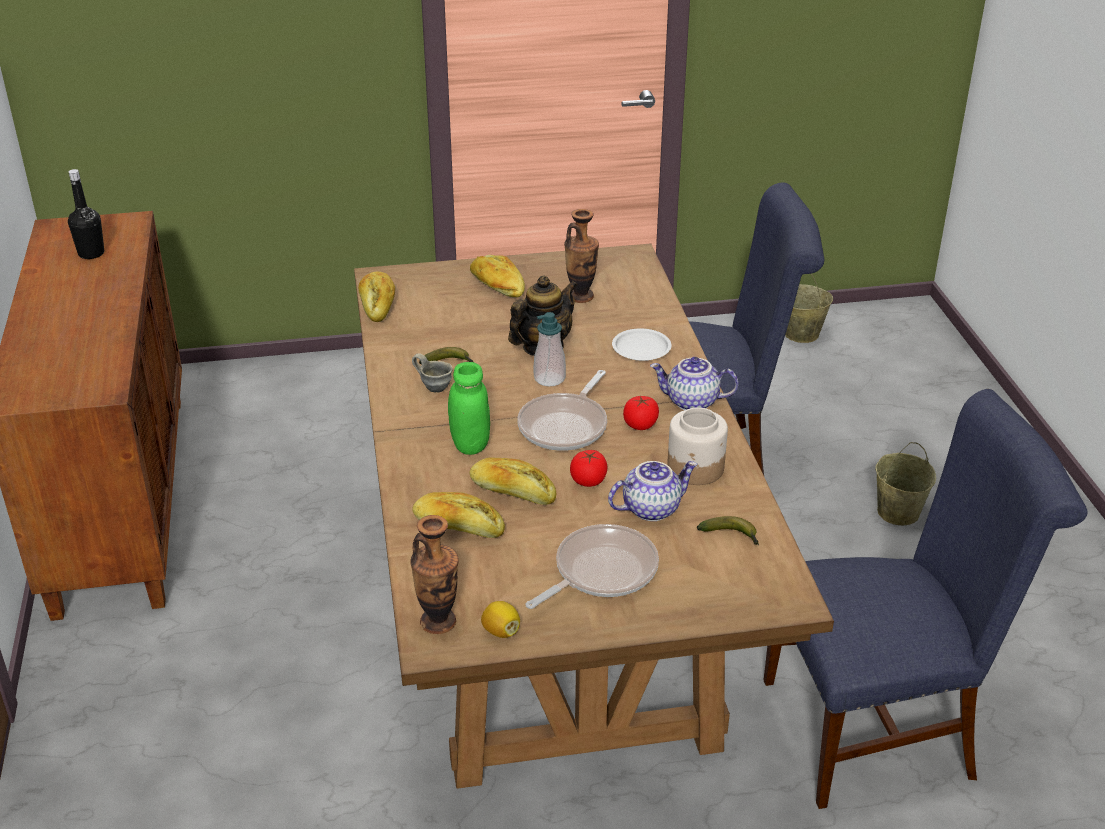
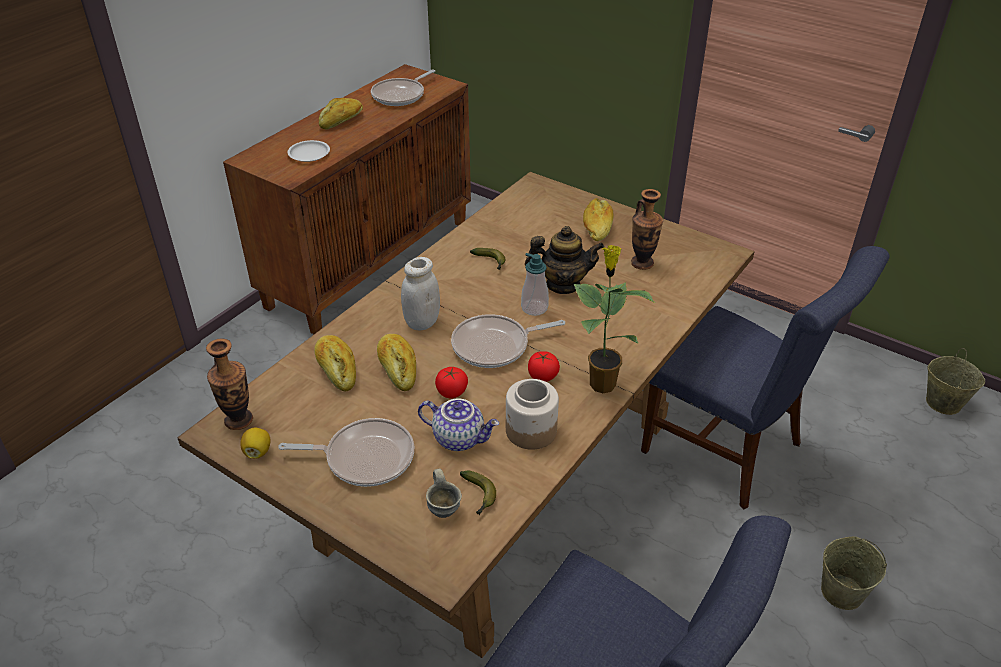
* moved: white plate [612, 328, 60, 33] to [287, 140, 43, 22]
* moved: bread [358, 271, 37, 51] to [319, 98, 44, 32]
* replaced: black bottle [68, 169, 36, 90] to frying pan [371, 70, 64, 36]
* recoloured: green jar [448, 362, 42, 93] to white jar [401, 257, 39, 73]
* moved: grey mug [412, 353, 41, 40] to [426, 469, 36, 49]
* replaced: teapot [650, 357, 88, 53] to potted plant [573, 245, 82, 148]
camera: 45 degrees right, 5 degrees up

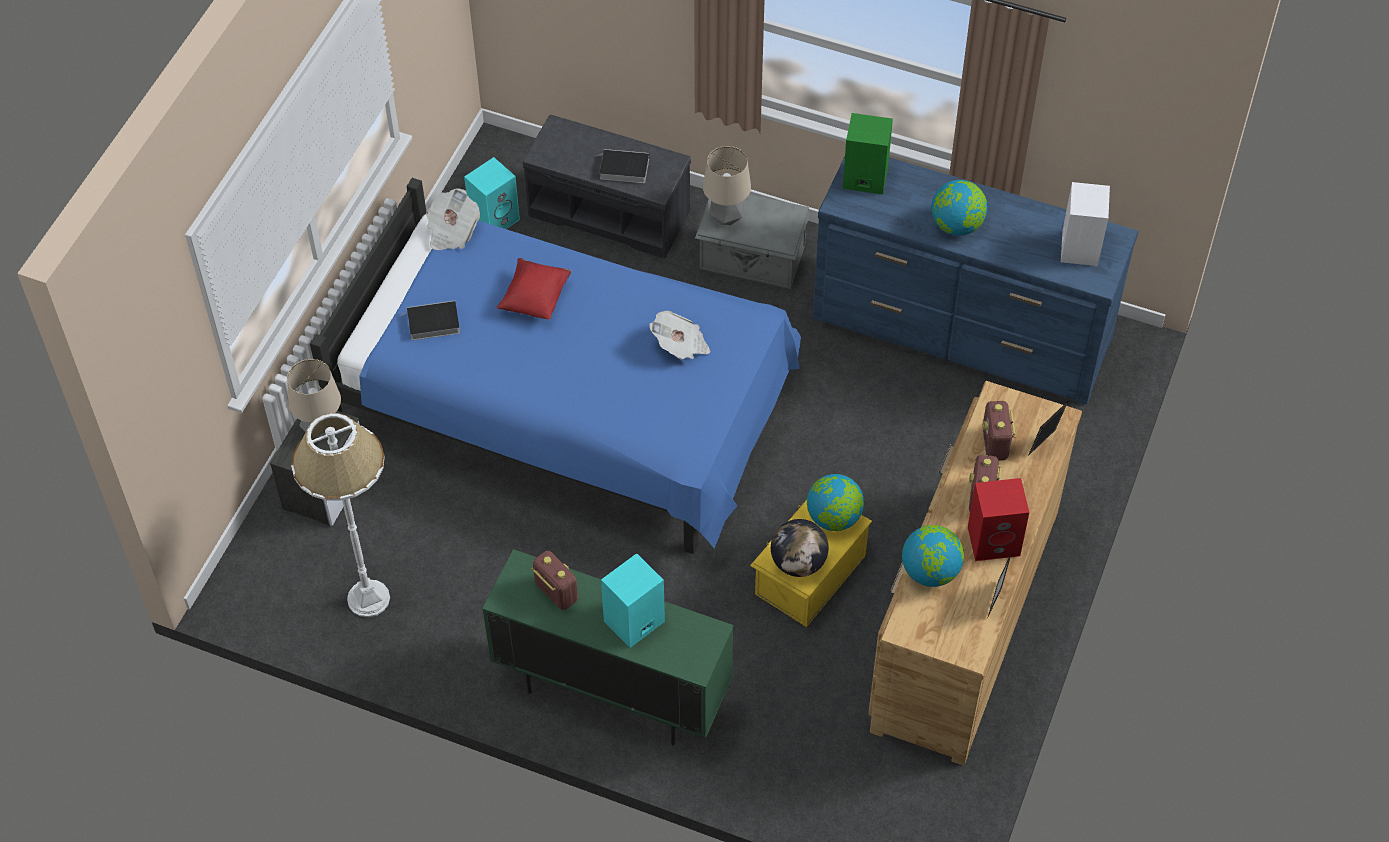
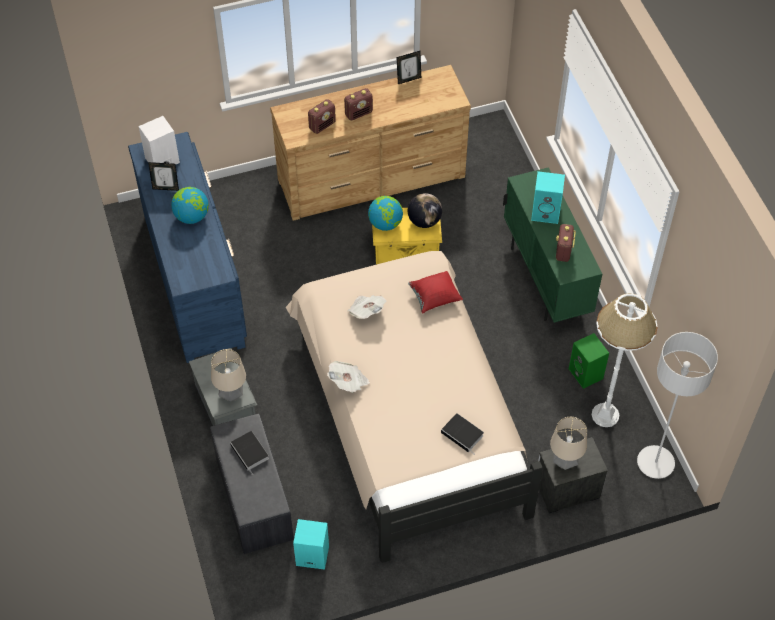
* moved: picture frame [1028, 400, 41, 56] to [148, 162, 31, 29]
* recoloured: blue bed [310, 178, 491, 376] to beige bed [286, 251, 257, 312]
* moved: newspaper [426, 188, 54, 62] to [327, 361, 43, 32]
* moved: red pillow [497, 258, 74, 62] to [408, 271, 55, 42]
* moved: green speaker [843, 113, 50, 81] to [569, 333, 40, 56]
* added: grey floor lamp [637, 332, 81, 147]
* removed: globe [902, 525, 62, 62]
* removed: red speaker [968, 478, 61, 83]
camera: 130 degrees left, 0 degrees up

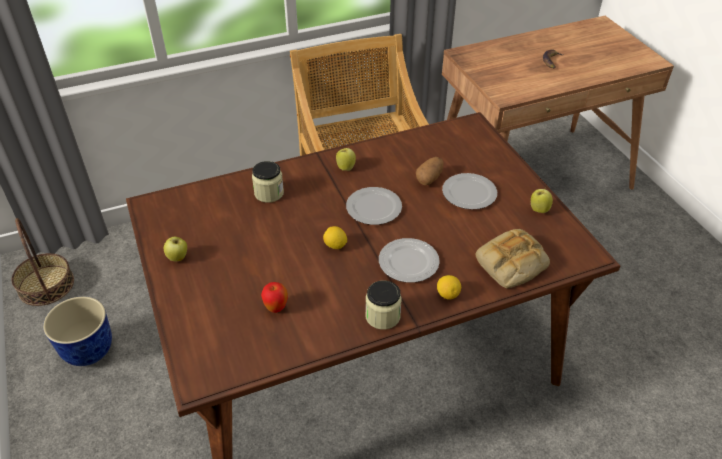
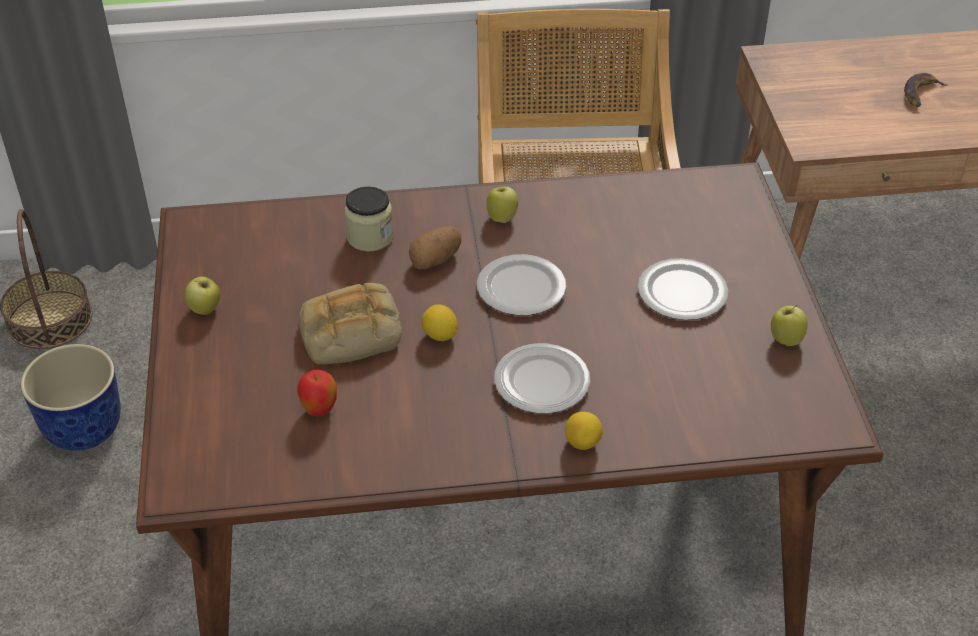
* moved: bread [475, 229, 75, 59] to [299, 283, 103, 81]
* moved: potato [416, 157, 28, 28] to [409, 226, 52, 43]
* removed: jar [366, 280, 36, 50]
camera: 15 degrees right, 0 degrees up

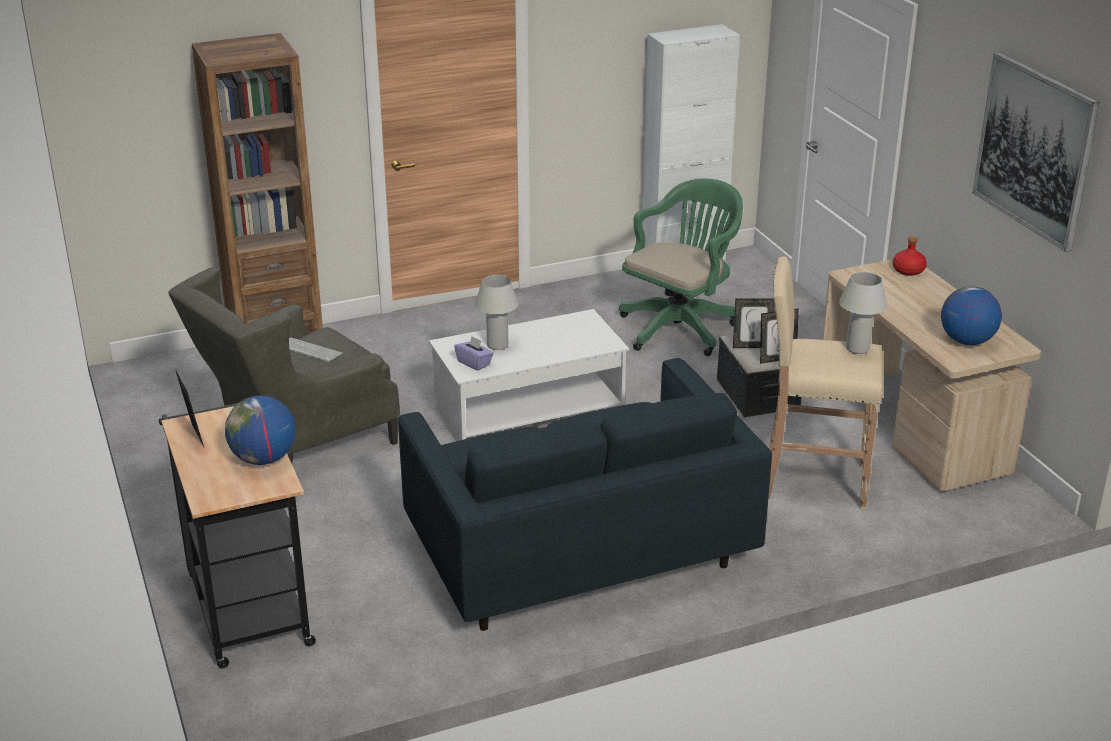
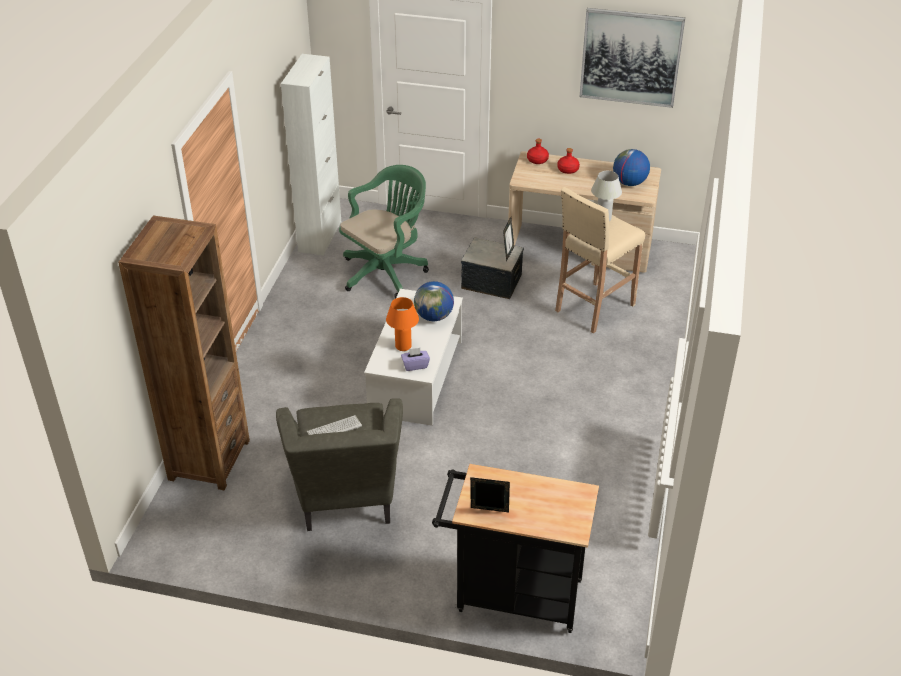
* turned: green office chair [619, 178, 124, 178] = [339, 165, 90, 134] 60 degrees clockwise
* recoloured: white table lamp [475, 275, 44, 75] to orange table lamp [386, 297, 33, 54]
* moved: globe [225, 396, 70, 69] to [414, 281, 40, 40]
* added: red bottle [557, 148, 23, 26]
* removed: blue sofa [398, 358, 374, 273]
* removed: picture frame [733, 299, 42, 49]
camera: 55 degrees left, 10 degrees up

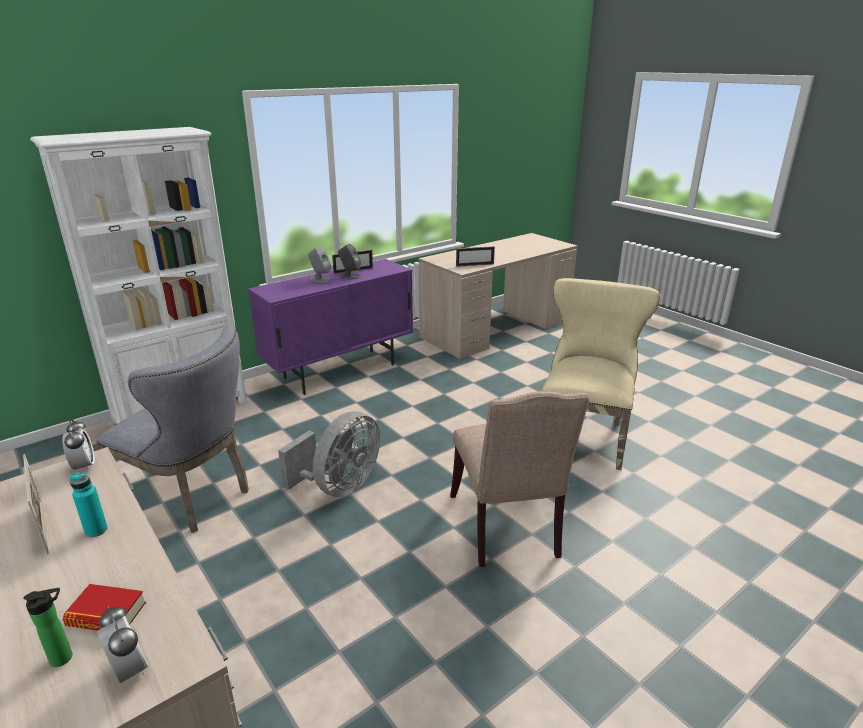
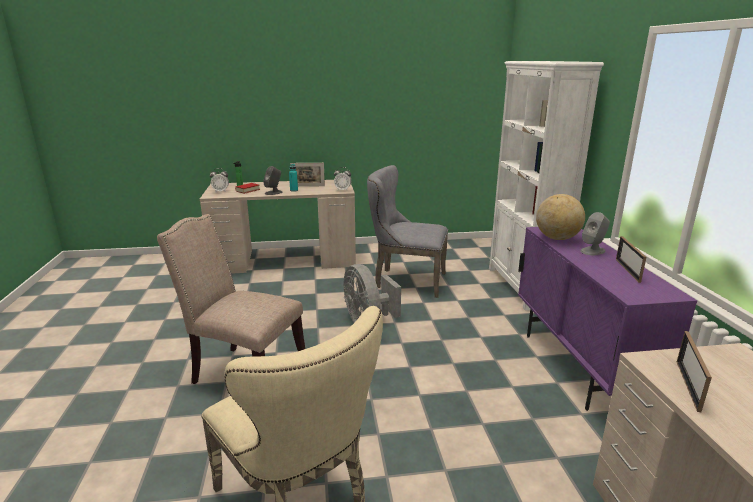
* moved: grey speaker [338, 244, 24, 35] to [263, 166, 20, 29]
* turned: grey chair [96, 327, 153, 206] = [367, 165, 81, 133] 45 degrees clockwise
* added: globe [536, 194, 49, 46]
camera: 120 degrees right, 5 degrees down

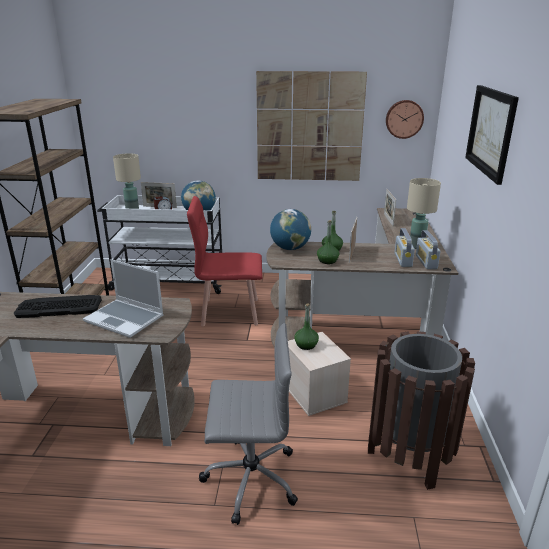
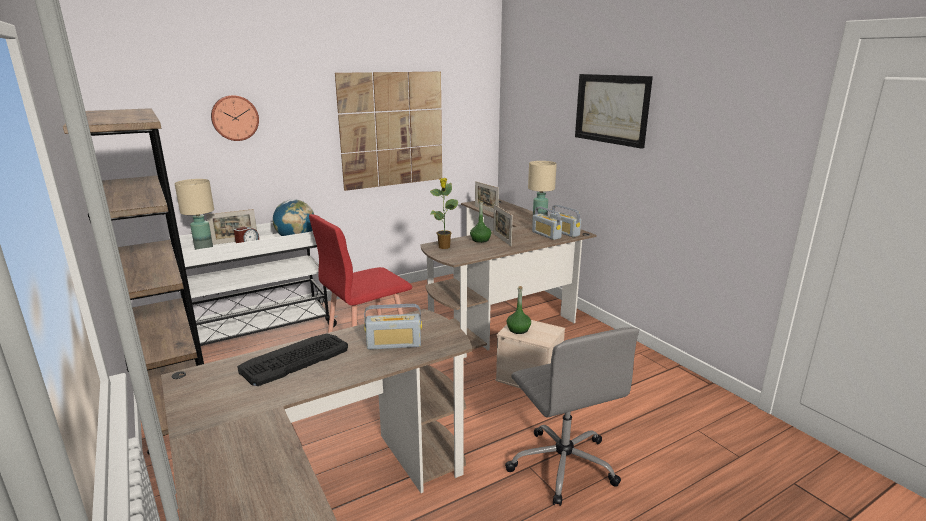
* moved: wall clock [386, 100, 38, 39] to [211, 95, 48, 46]
* replaced: laptop [83, 259, 81, 79] to radio [364, 304, 58, 46]
* replaced: globe [270, 209, 41, 41] to potted plant [430, 178, 28, 71]
* turned: grey office chair [199, 323, 99, 202] = [505, 327, 134, 179] 105 degrees clockwise
* removed: green bottle [317, 220, 22, 44]
* removed: brown trash can [368, 331, 107, 159]
camera: 35 degrees left, 5 degrees down

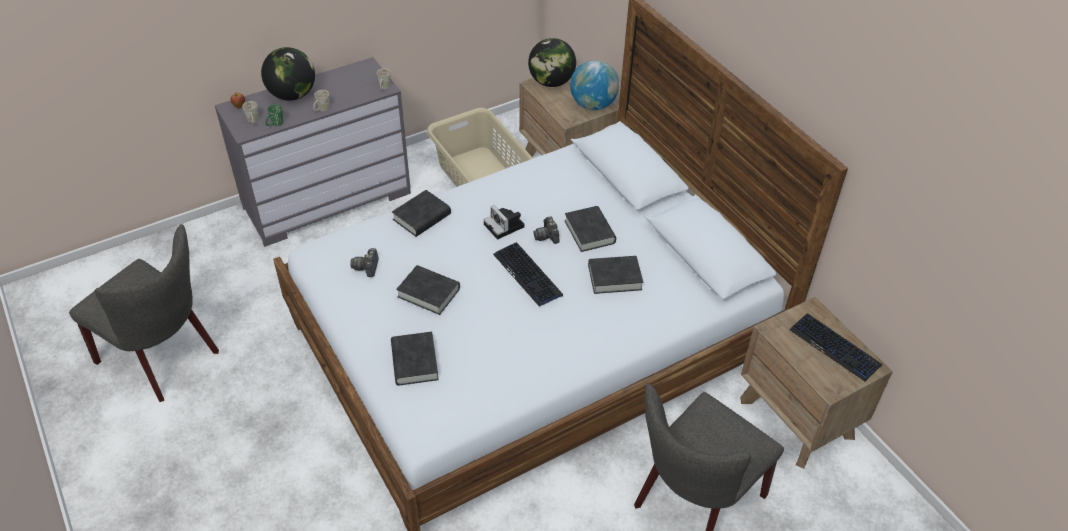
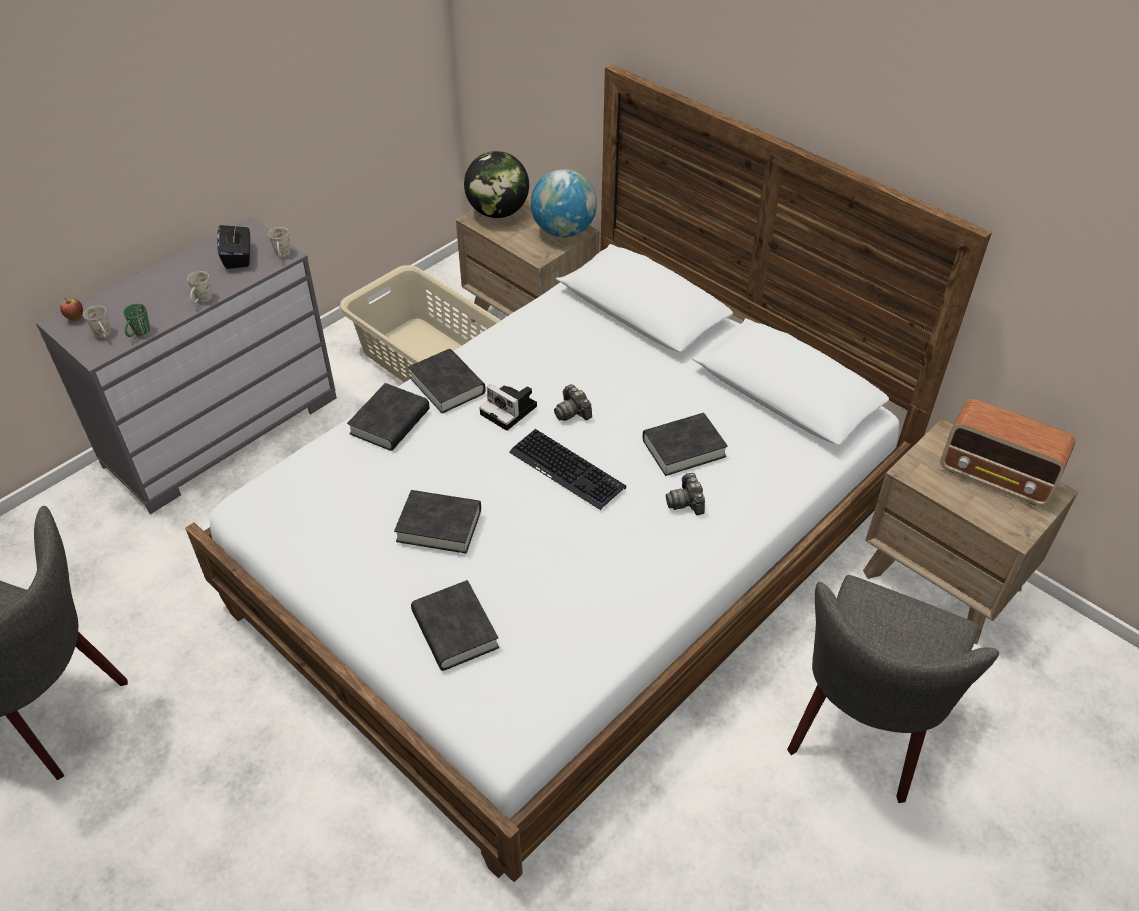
* added: black tissue box [217, 225, 33, 44]
* moved: black book [565, 206, 51, 46] to [408, 349, 78, 65]
* moved: photo camera [351, 248, 28, 29] to [666, 473, 39, 42]
* replaced: keyboard [789, 313, 94, 69] to radio [940, 399, 135, 107]
* removed: globe [261, 47, 54, 54]
camera: 15 degrees left, 0 degrees up

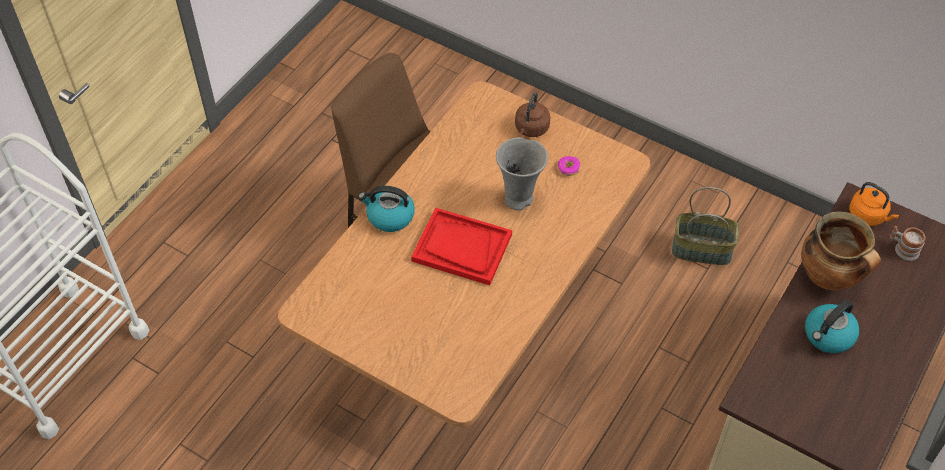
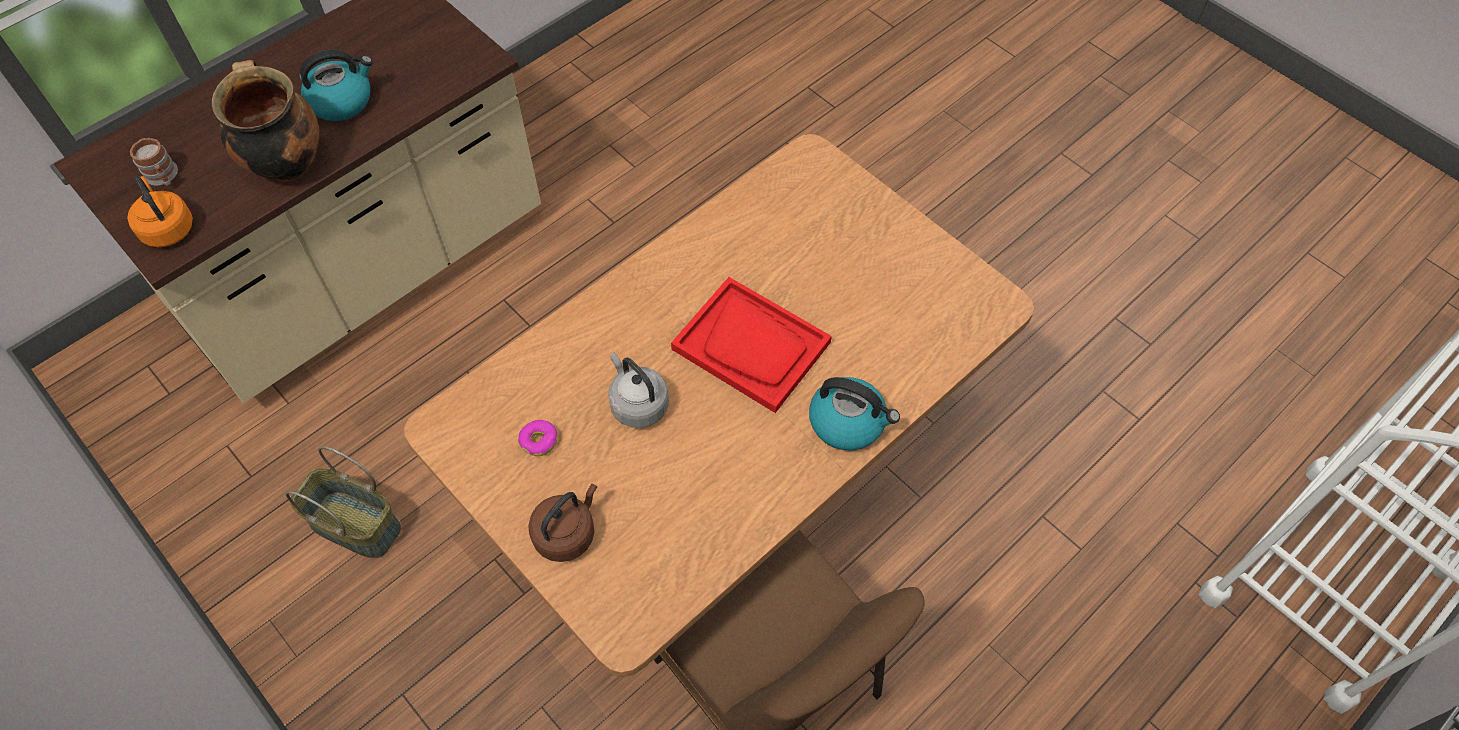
* replaced: grey vase [496, 137, 52, 73] to grey kettle [608, 353, 61, 75]
camera: 165 degrees left, 5 degrees up

